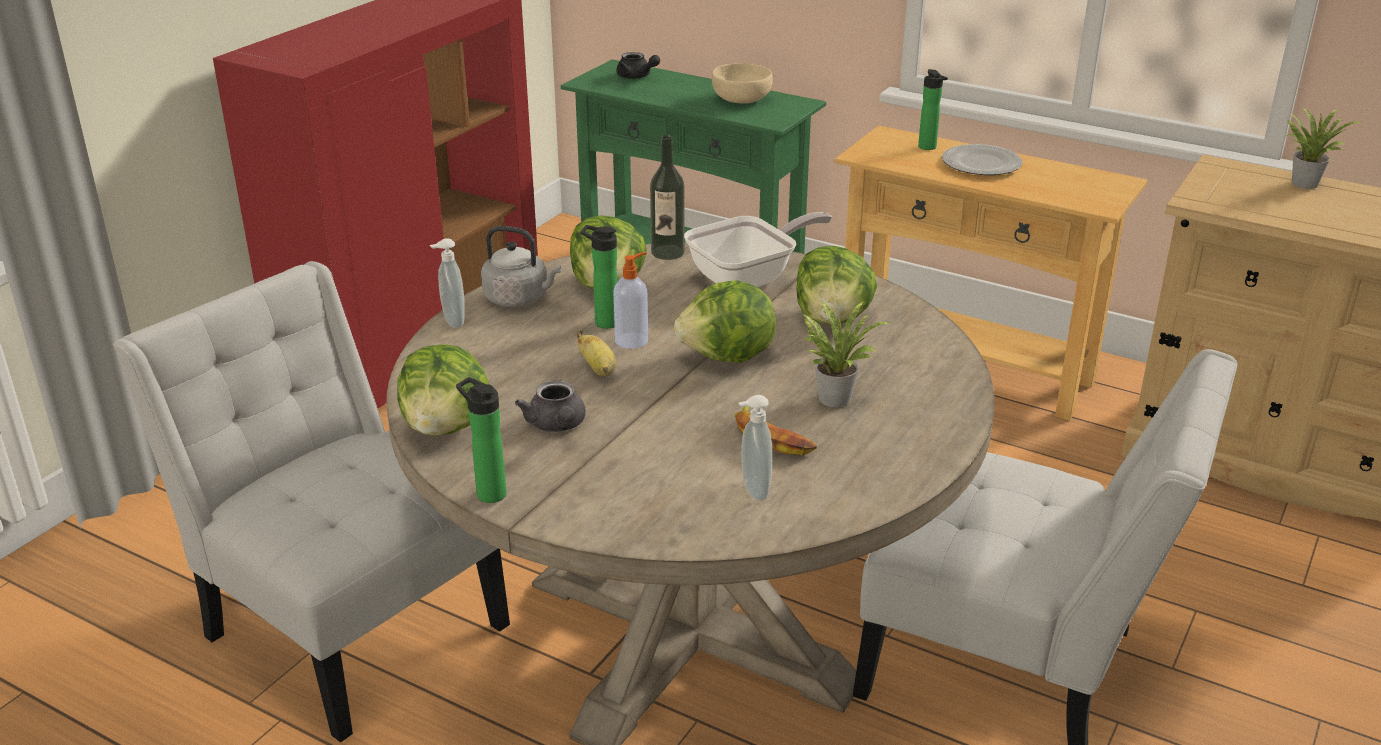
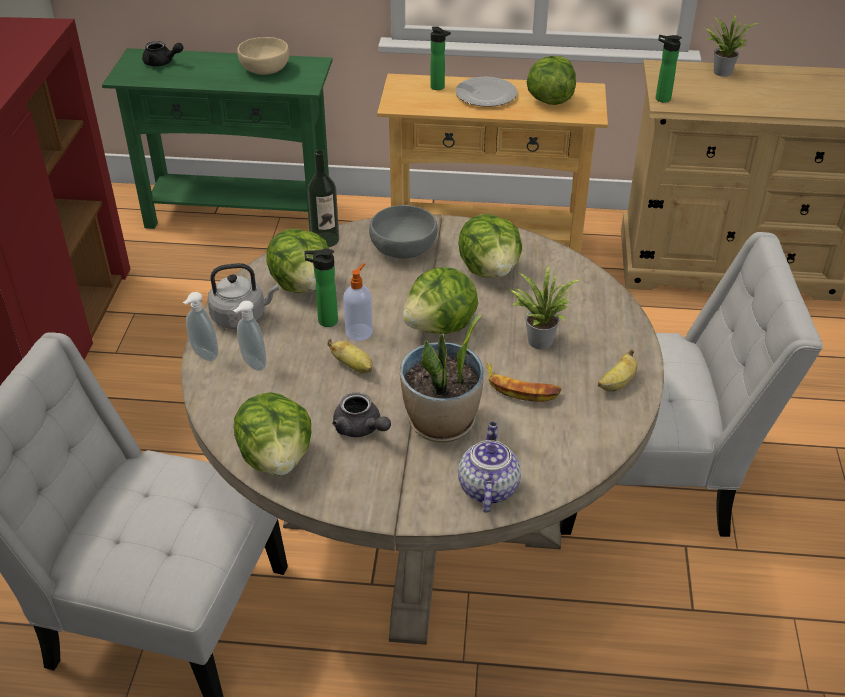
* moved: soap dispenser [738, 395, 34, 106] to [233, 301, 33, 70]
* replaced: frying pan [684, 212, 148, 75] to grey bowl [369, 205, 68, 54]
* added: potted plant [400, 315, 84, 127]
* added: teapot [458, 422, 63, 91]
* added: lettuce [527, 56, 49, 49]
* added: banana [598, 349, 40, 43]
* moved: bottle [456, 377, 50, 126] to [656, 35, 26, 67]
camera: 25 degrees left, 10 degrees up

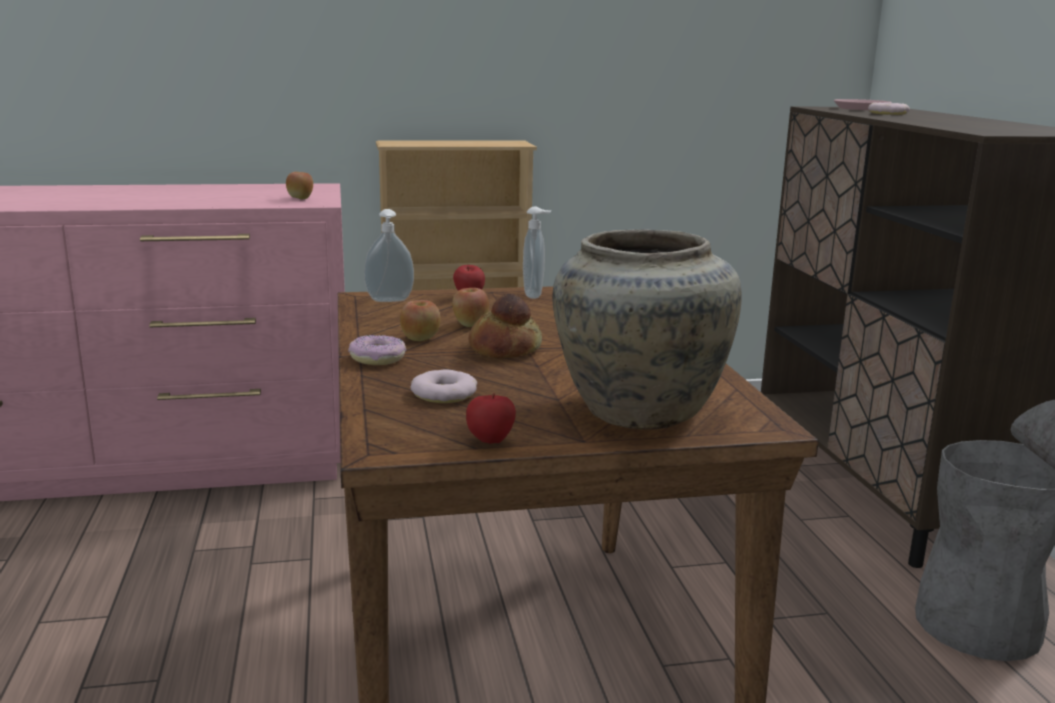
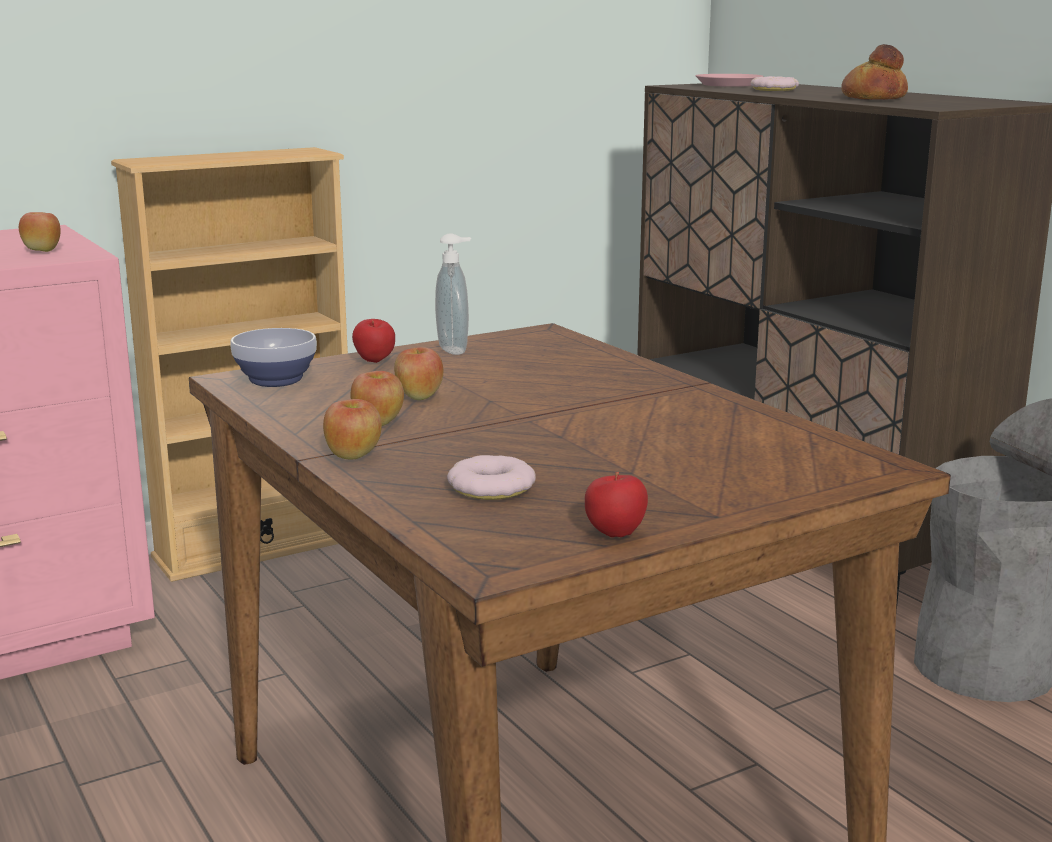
* replaced: soap dispenser [364, 209, 50, 93] to bowl [230, 328, 87, 59]
* replaced: donut [348, 335, 58, 30] to apple [323, 399, 59, 60]
* moved: bread [468, 294, 74, 64] to [841, 44, 67, 56]
* removed: beige vase [552, 230, 190, 200]
camera: 20 degrees left, 0 degrees up

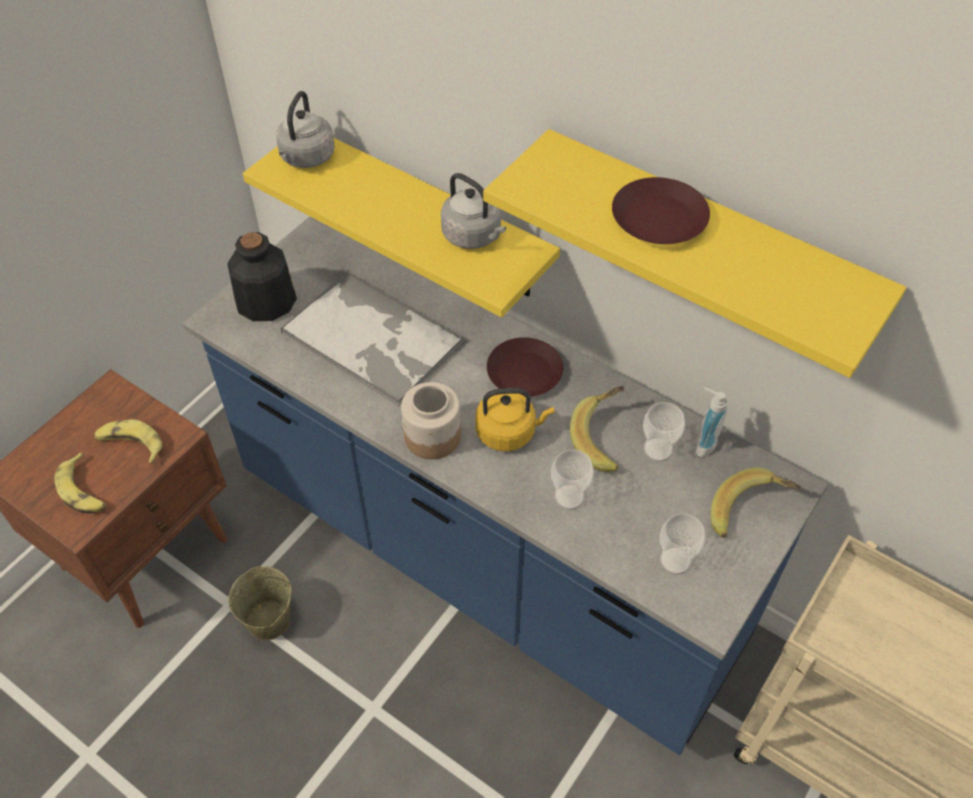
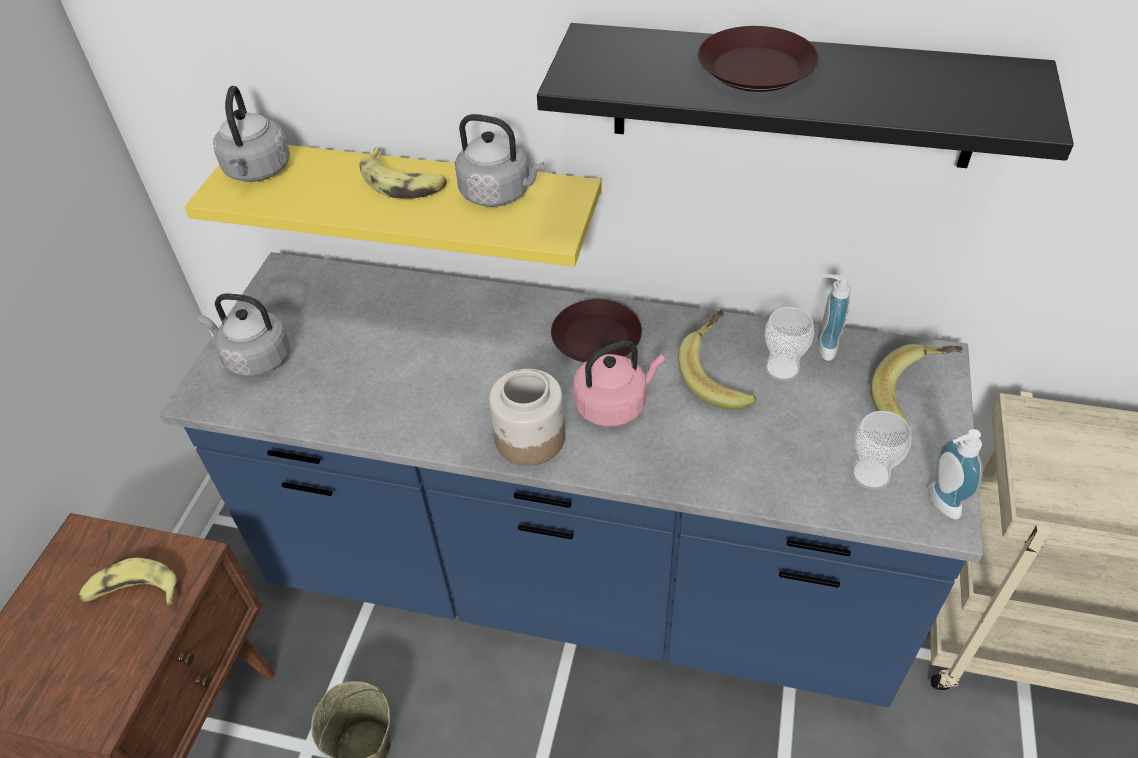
* replaced: bottle [227, 232, 70, 89] to grey kettle [198, 294, 92, 83]
* moved: banana [54, 453, 53, 61] to [359, 147, 88, 52]
* recoloured: yellow shelf [483, 129, 423, 249] to black shelf [537, 23, 537, 145]
* recoloured: yellow kettle [475, 388, 79, 63] to pink kettle [573, 340, 92, 87]
* added: soap dispenser [928, 429, 55, 90]
* removed: tray [280, 270, 185, 137]
* removed: cup [551, 450, 43, 60]
camera: 20 degrees left, 5 degrees down

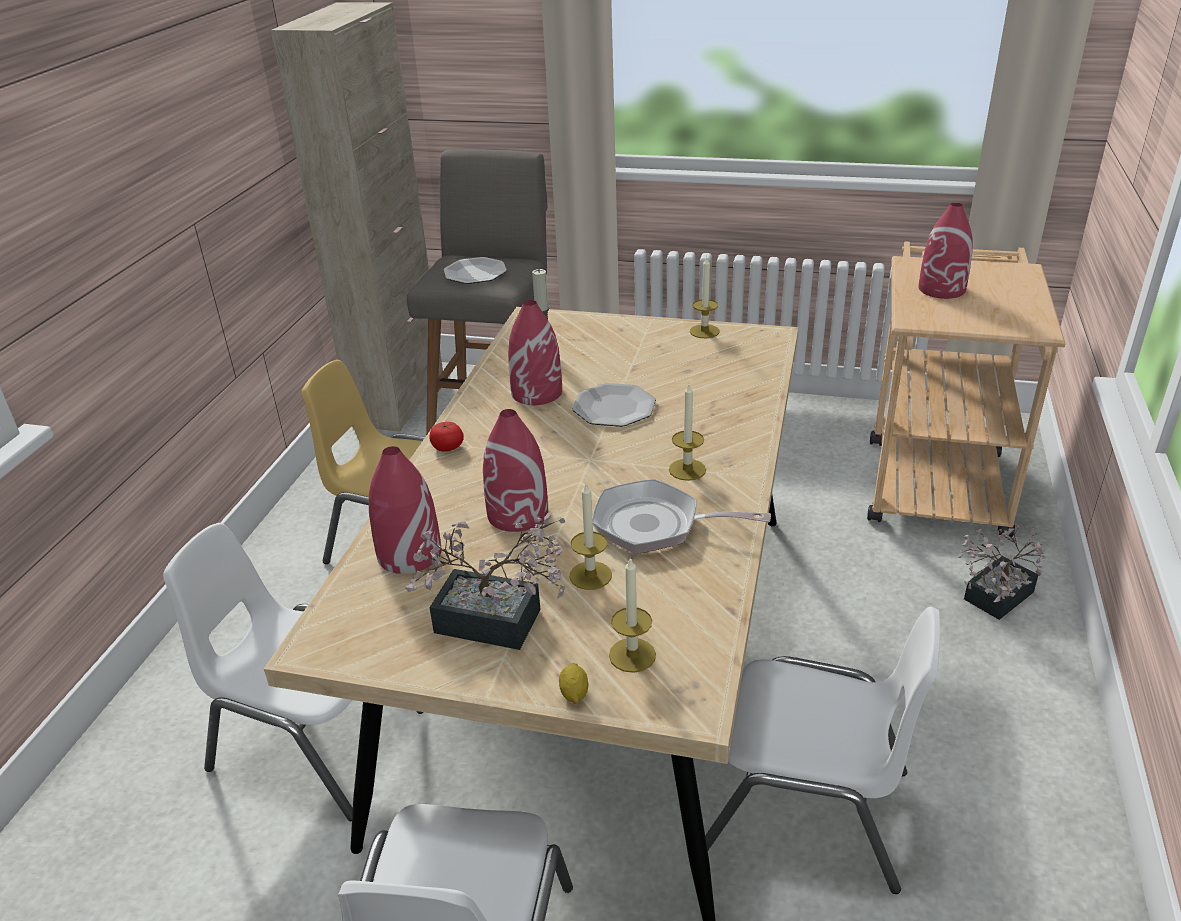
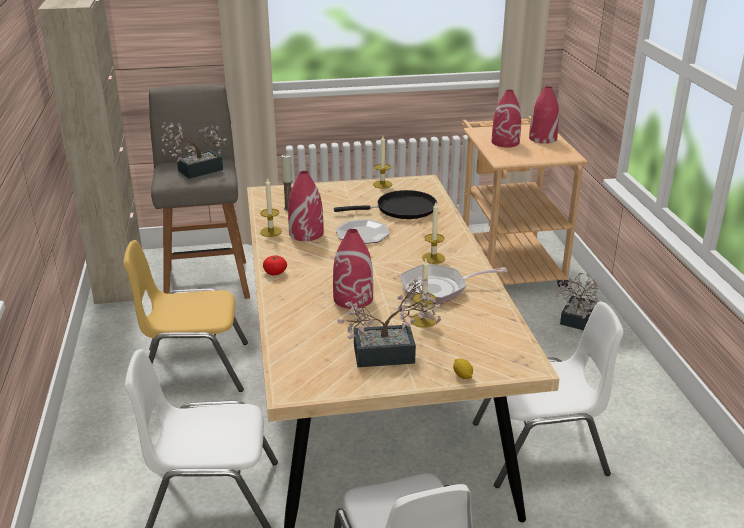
* replaced: plate [444, 257, 63, 27] to potted plant [161, 122, 65, 57]
* moved: candle [609, 557, 47, 116] to [260, 177, 22, 60]
* added: black frying pan [334, 190, 103, 29]
* moved: red vase [369, 446, 72, 128] to [529, 86, 30, 58]
camera: 25 degrees left, 5 degrees down

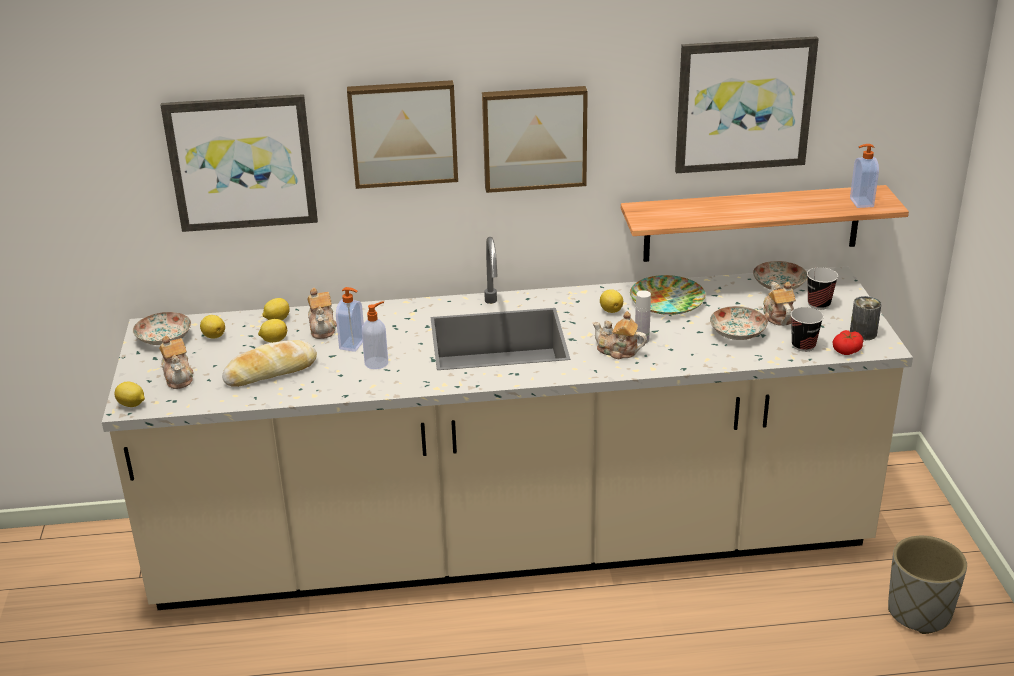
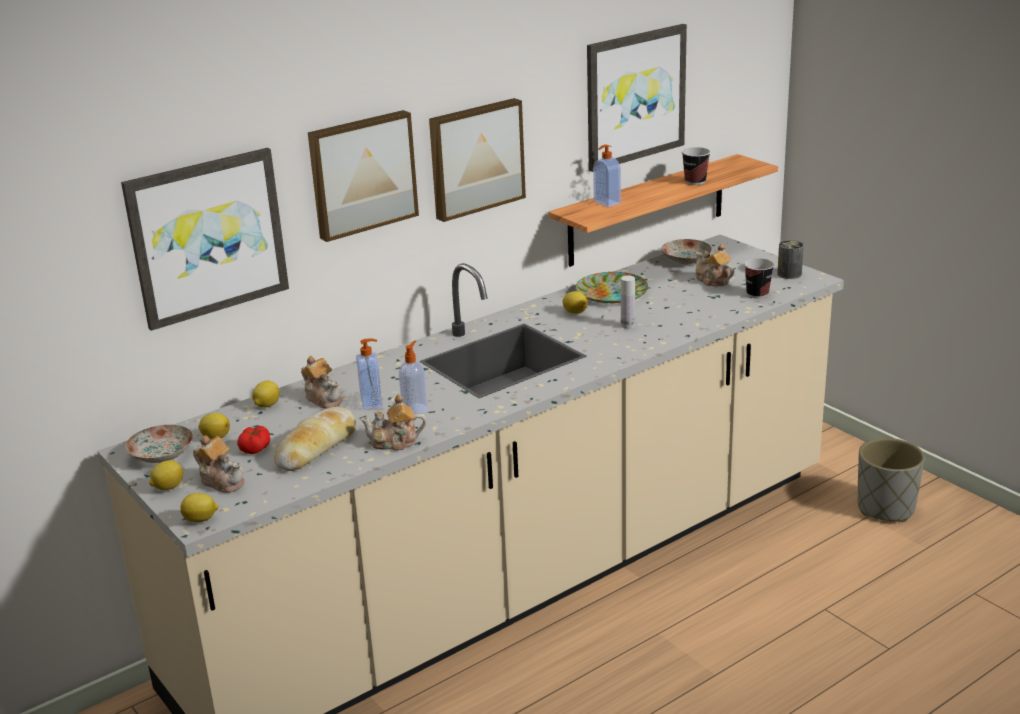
* moved: lemon [258, 319, 29, 24] to [149, 460, 34, 30]
* moved: tomato [833, 330, 30, 25] to [237, 426, 33, 28]
* moved: teapot [593, 311, 54, 48] to [361, 395, 65, 55]
* moved: soap dispenser [850, 144, 29, 64] to [593, 145, 28, 62]
* moved: cup [807, 267, 31, 43] to [682, 147, 28, 38]
* removed: plate [710, 306, 58, 34]
camera: 30 degrees left, 5 degrees down

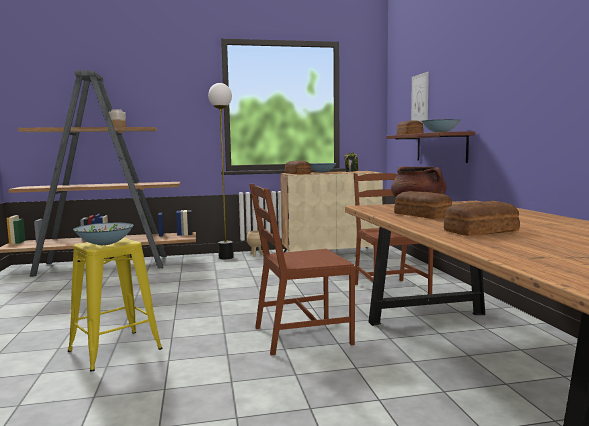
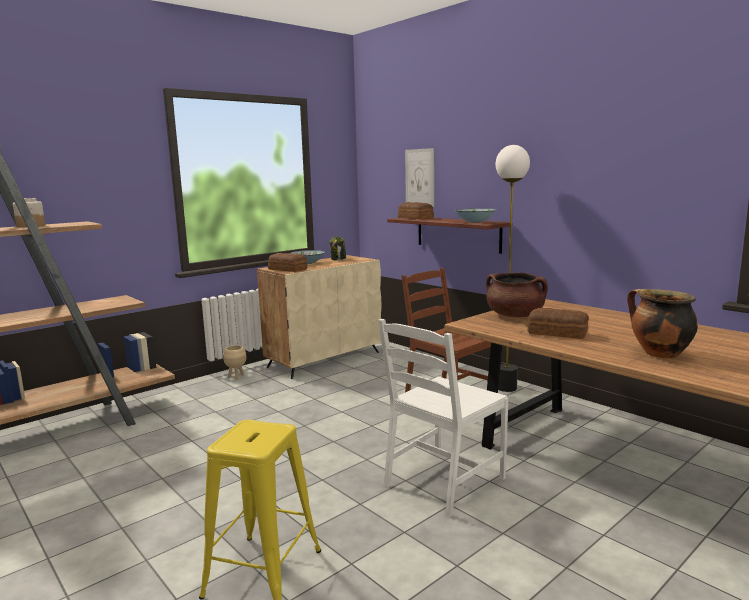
* recoloured: brown chair [249, 184, 106, 171] to white chair [378, 319, 130, 199]
* moved: floor lamp [208, 83, 26, 176] to [496, 145, 34, 247]
* replaced: bread [444, 201, 76, 35] to cooking pot [627, 289, 71, 70]
* removed: bowl [73, 223, 60, 22]
camera: 30 degrees left, 5 degrees up

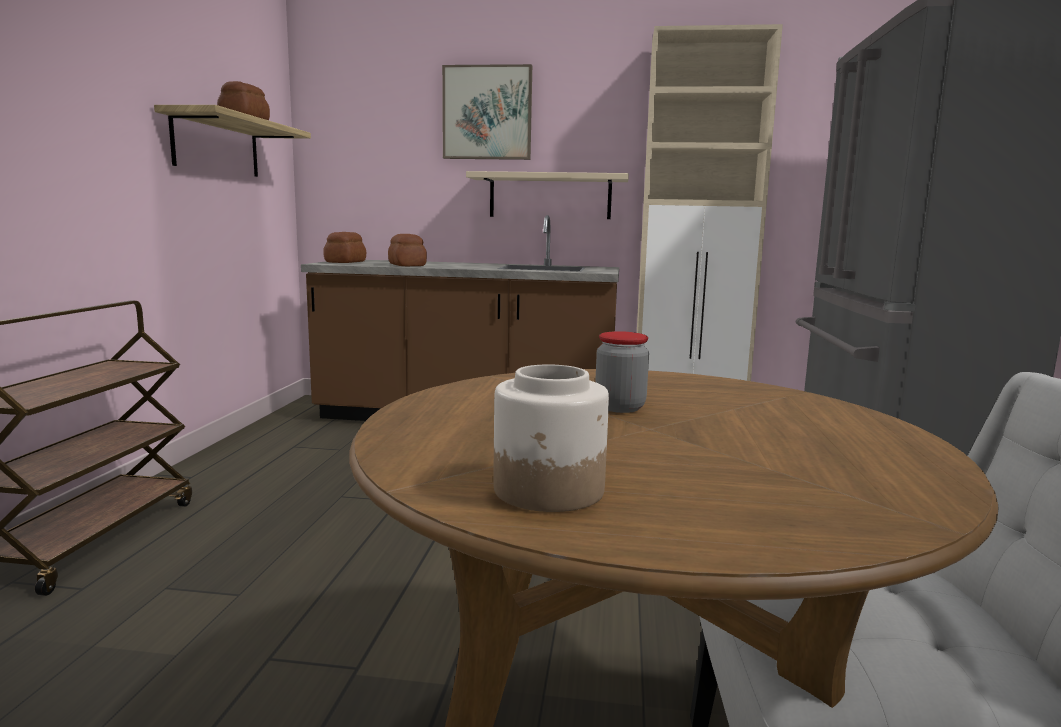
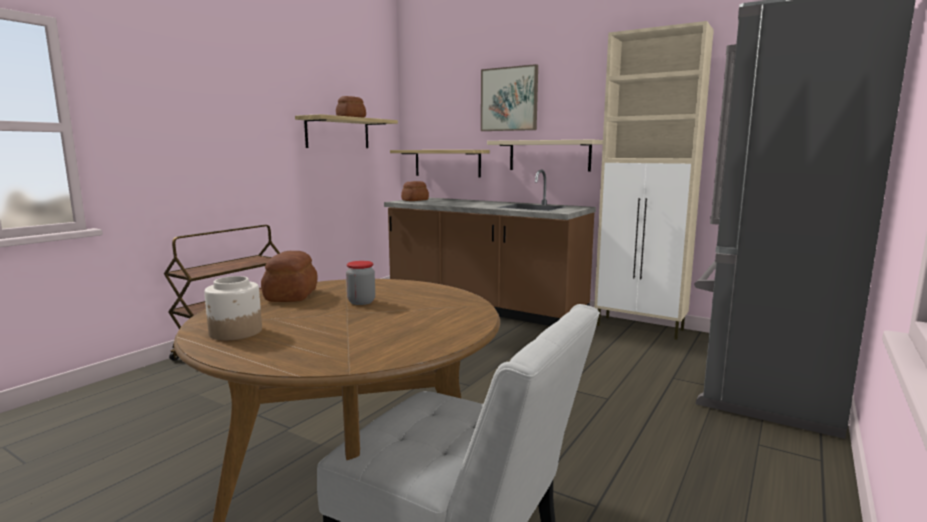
* moved: bread [388, 234, 39, 32] to [261, 251, 56, 51]
* added: shelf [390, 150, 100, 28]
camera: 25 degrees right, 0 degrees up

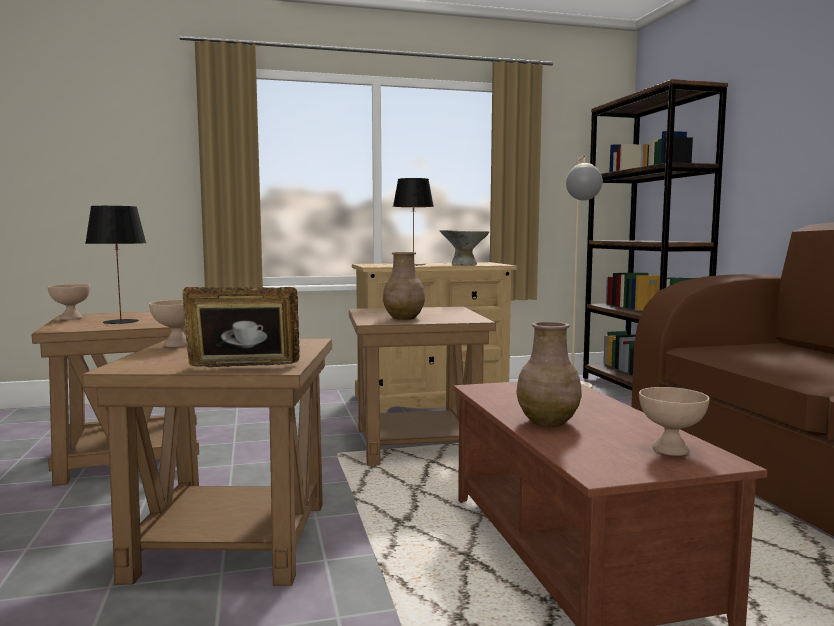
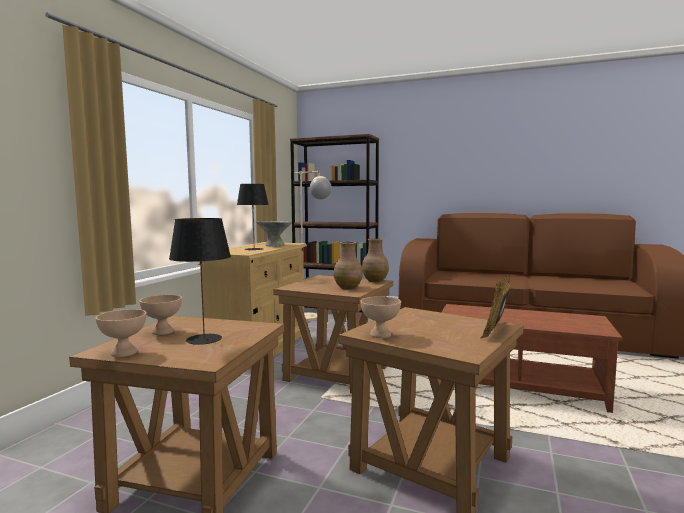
* moved: beige bowl [639, 387, 71, 69] to [140, 295, 42, 40]
* moved: brown vase [516, 322, 66, 105] to [362, 238, 27, 44]
camera: 55 degrees left, 0 degrees up

